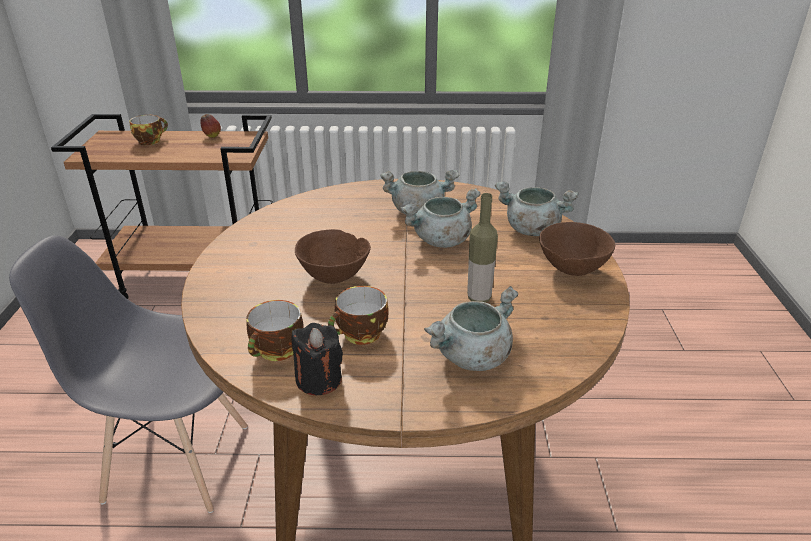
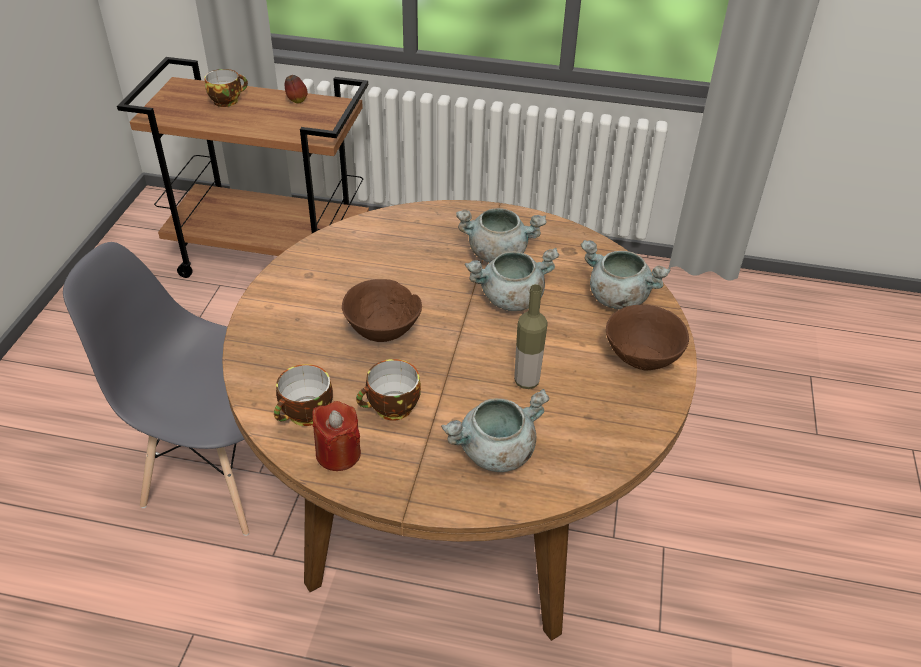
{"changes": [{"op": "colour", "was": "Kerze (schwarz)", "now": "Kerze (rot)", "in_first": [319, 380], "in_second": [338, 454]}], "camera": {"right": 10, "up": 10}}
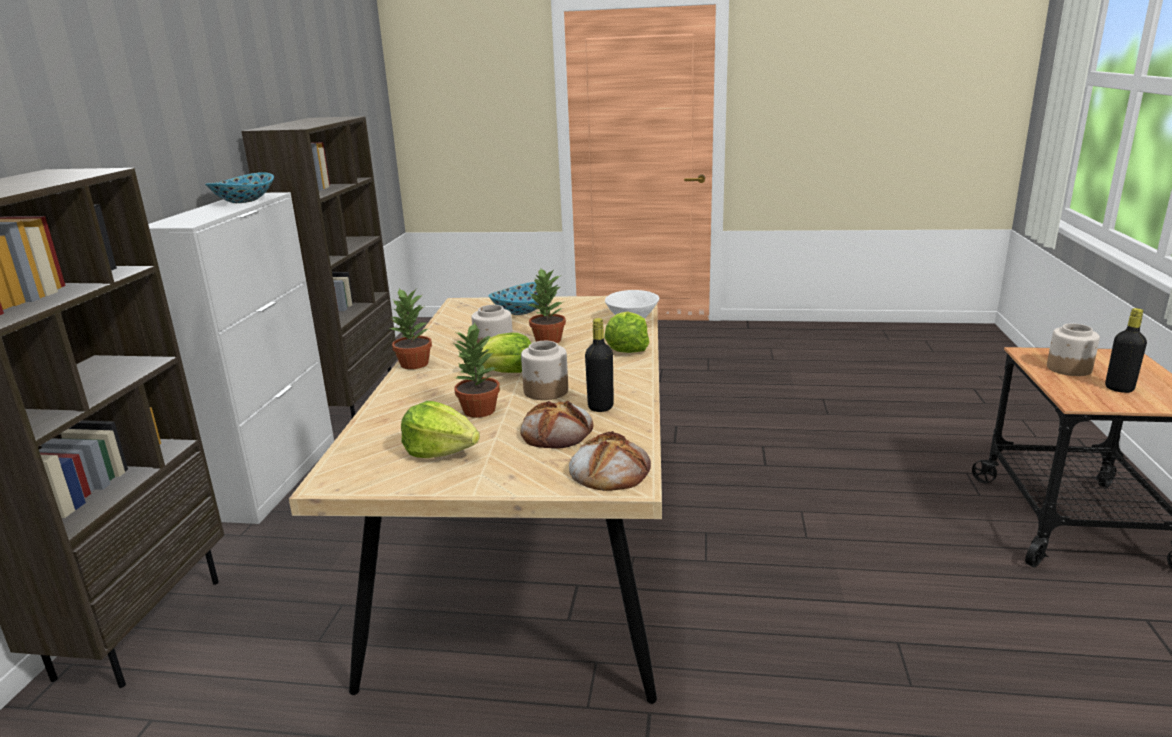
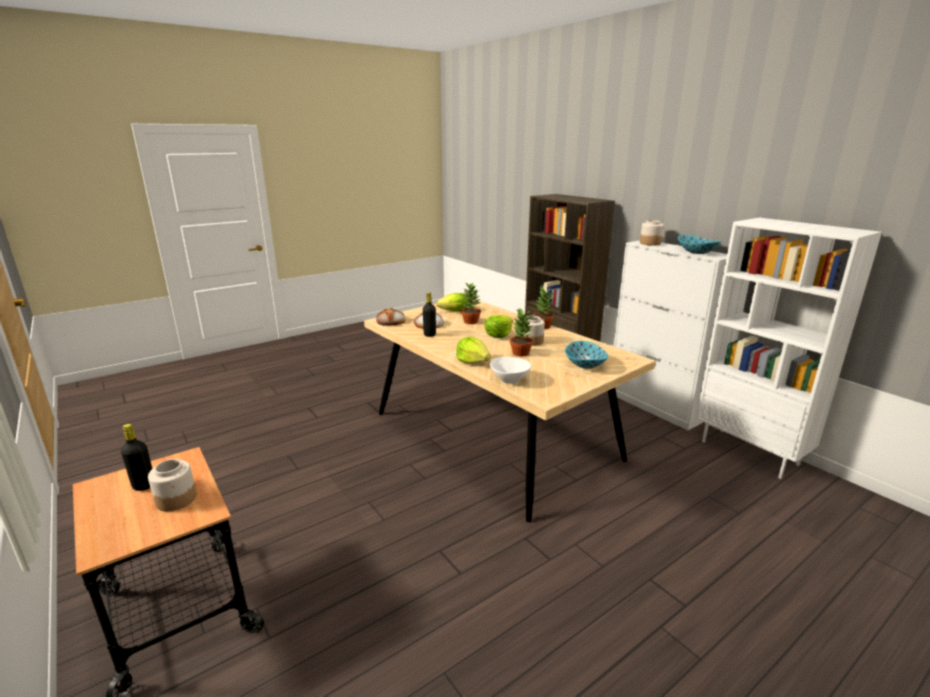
{"changes": [{"op": "relocated", "was": "Vorratsglas", "in_first": [546, 391], "in_second": [649, 243]}, {"op": "colour", "was": "Bücherregal (braun)", "now": "Bücherregal (weiß)", "in_first": [353, 407], "in_second": [750, 452]}], "camera": {"right": 135, "up": 0}}
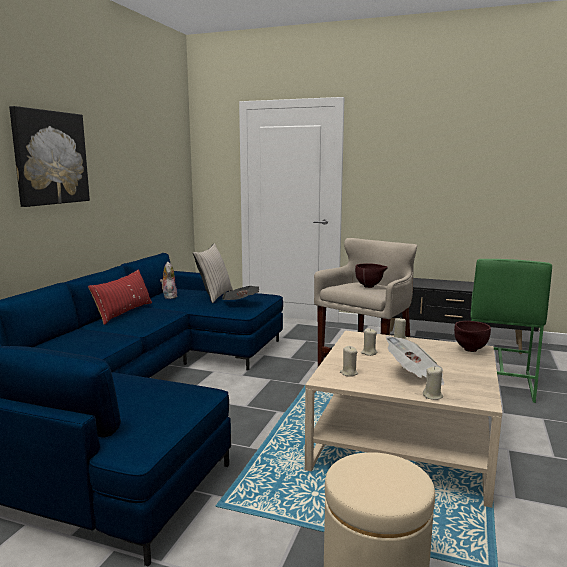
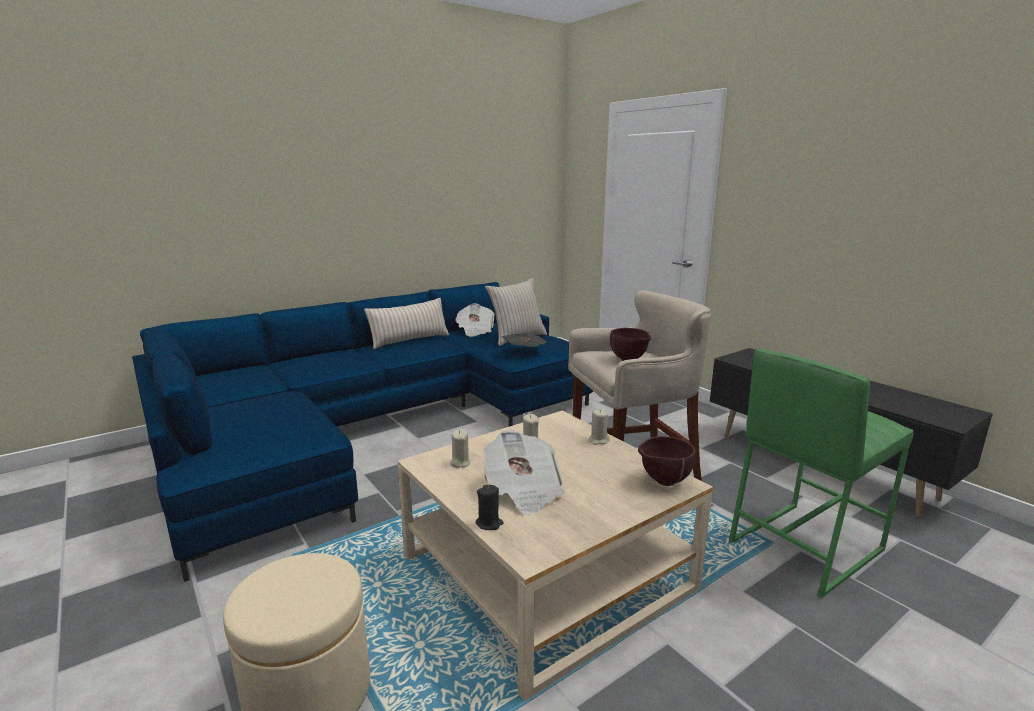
{"changes": [{"op": "missing", "was": "Bild", "in_first": [50, 158]}, {"op": "exchanged", "was": "Plüschtier", "now": "Zeitung", "in_first": [169, 296], "in_second": [475, 331]}, {"op": "colour", "was": "Kissen (rot)", "now": "Kissen (beige)", "in_first": [124, 312], "in_second": [409, 340]}, {"op": "colour", "was": "Kerze (beige)", "now": "Kerze (schwarz)", "in_first": [433, 396], "in_second": [489, 523]}], "camera": {"right": 35, "up": 5}}
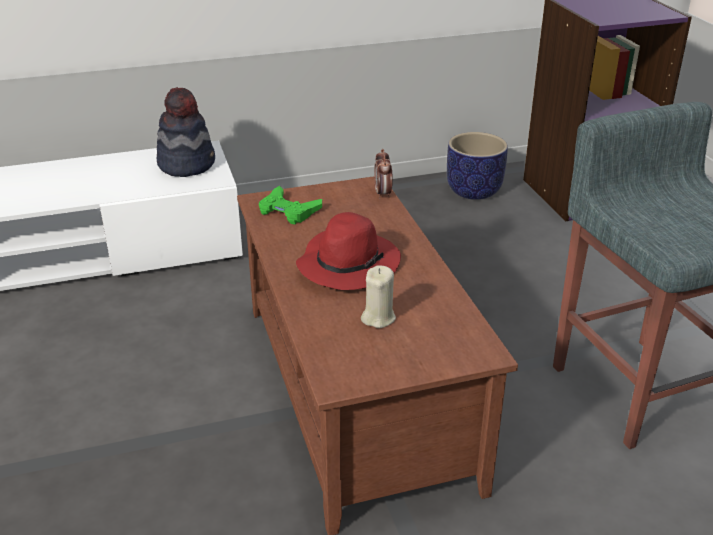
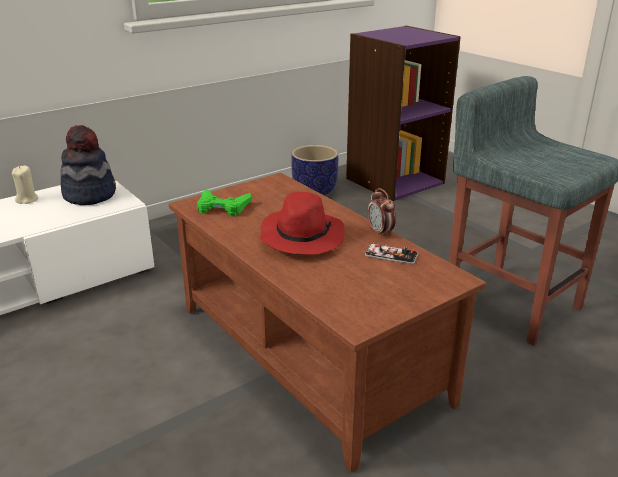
{"changes": [{"op": "appeared", "now": "Handy", "in_second": [391, 255]}, {"op": "relocated", "was": "Kerze (beige)", "in_first": [378, 318], "in_second": [27, 199]}, {"op": "relocated", "was": "Wecker", "in_first": [383, 194], "in_second": [380, 232]}], "camera": {"right": -20, "up": -5}}
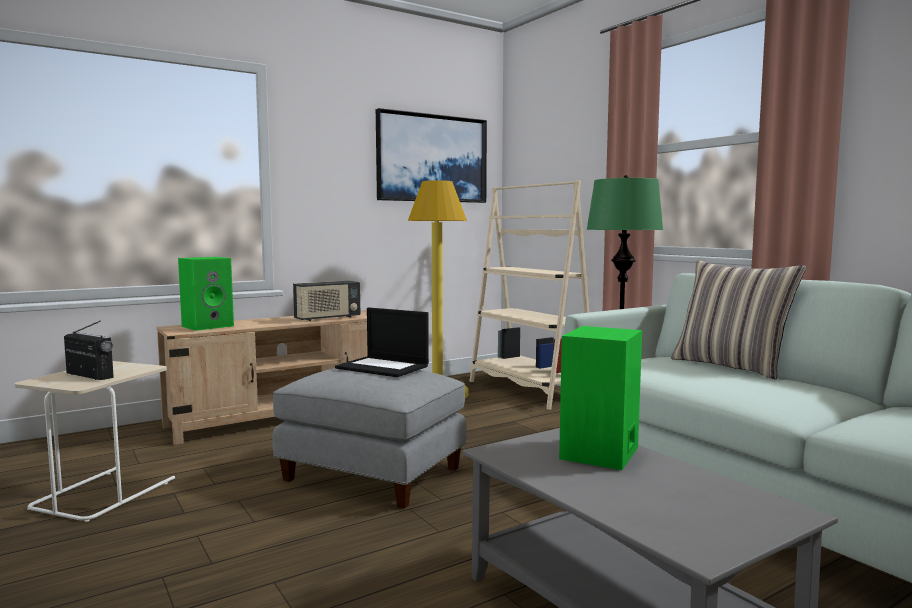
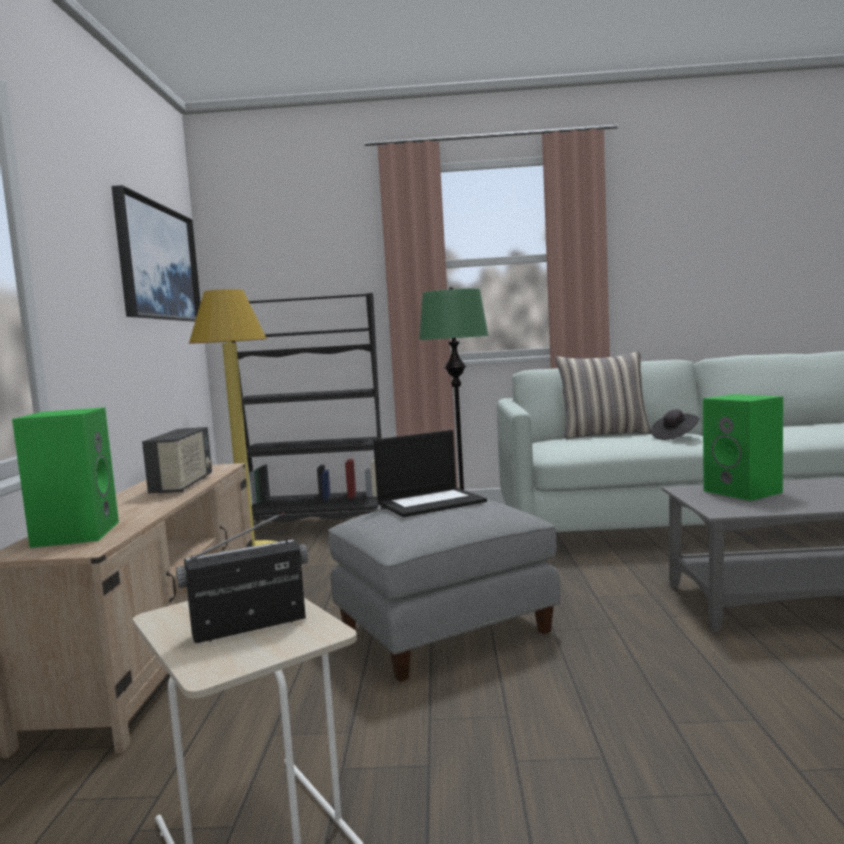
{"changes": [{"op": "appeared", "now": "Hut (schwarz)", "in_second": [674, 437]}, {"op": "colour", "was": "Bücherregal (beige)", "now": "Bücherregal (schwarz)", "in_first": [529, 390], "in_second": [318, 526]}], "camera": {"right": -55, "up": 0}}
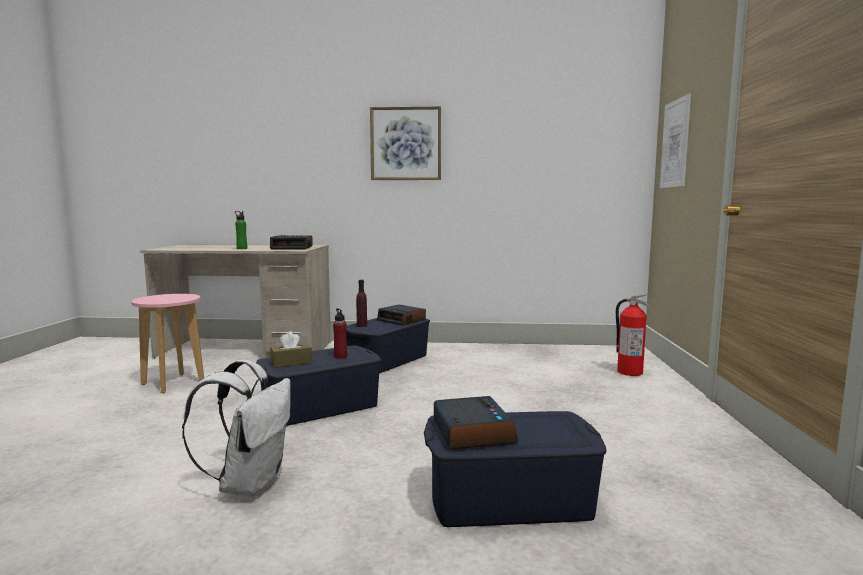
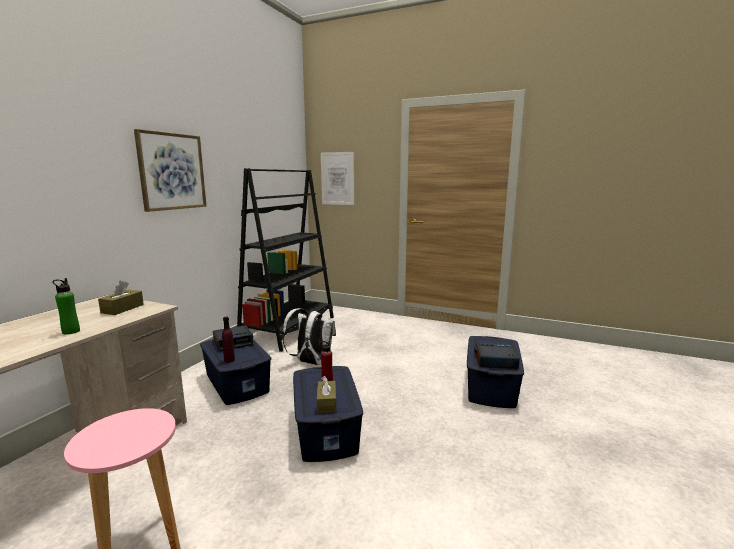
{"changes": [{"op": "missing", "was": "Feuerlöscher", "in_first": [629, 372]}, {"op": "appeared", "now": "Bücherregal (schwarz)", "in_second": [289, 329]}, {"op": "relocated", "was": "Rucksack (weiß)", "in_first": [250, 484], "in_second": [311, 362]}, {"op": "exchanged", "was": "Wecker", "now": "Taschentuchbox (braun)", "in_first": [292, 248], "in_second": [122, 309]}], "camera": {"right": -70, "up": 5}}
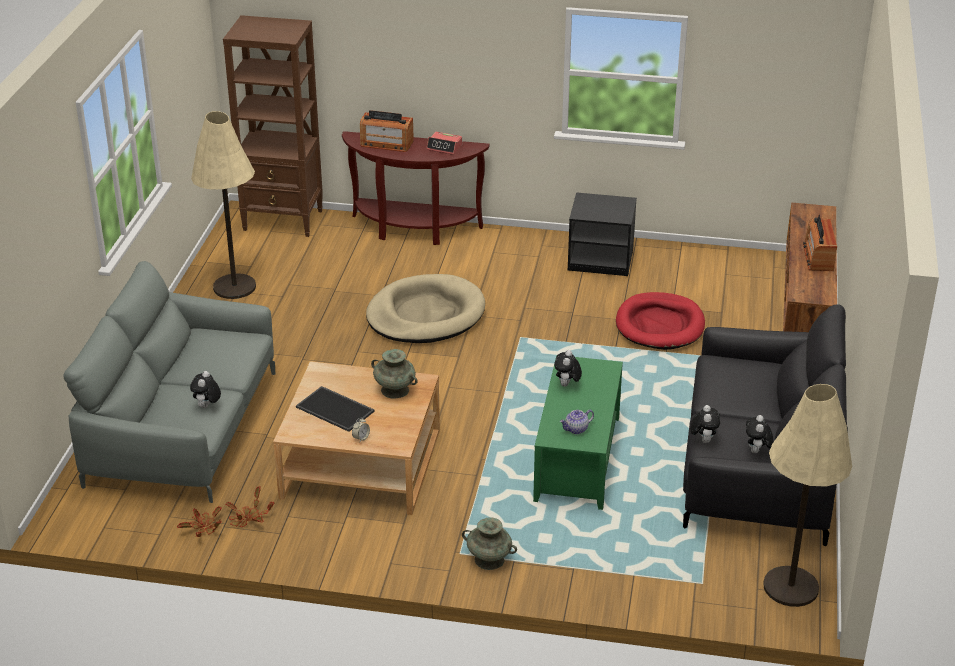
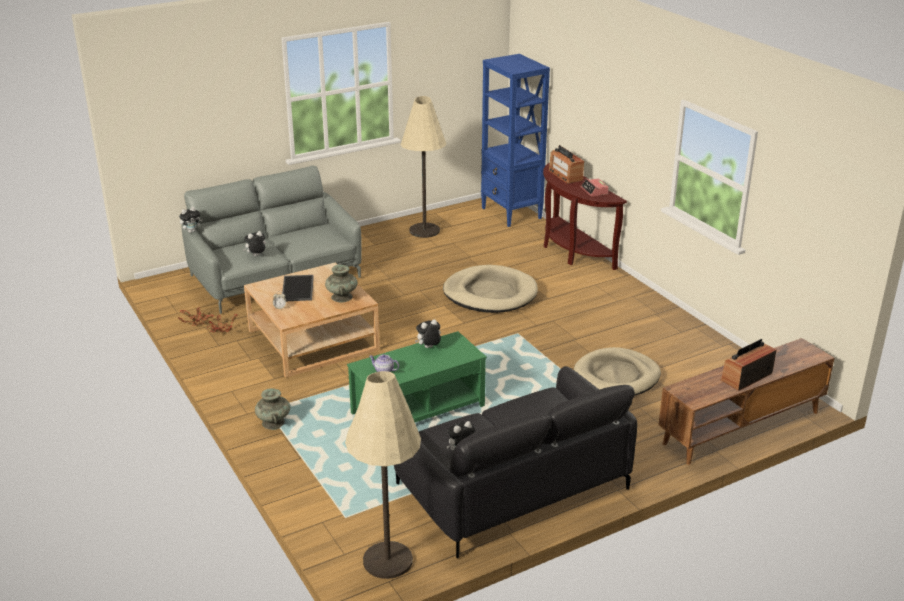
{"changes": [{"op": "missing", "was": "Nachttisch (schwarz)", "in_first": [601, 260]}, {"op": "relocated", "was": "Plüschtier", "in_first": [703, 440], "in_second": [191, 231]}, {"op": "colour", "was": "Bücherregal (braun)", "now": "Bücherregal (blau)", "in_first": [284, 220], "in_second": [511, 213]}, {"op": "colour", "was": "Hundebett (rot)", "now": "Hundebett (beige)", "in_first": [660, 325], "in_second": [617, 376]}], "camera": {"right": 50, "up": -5}}
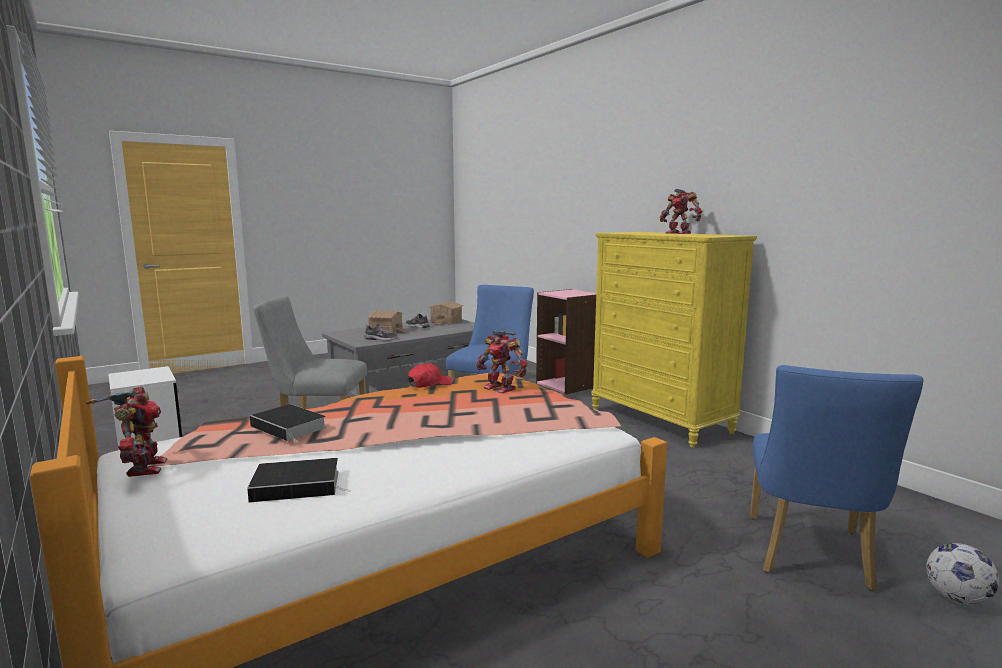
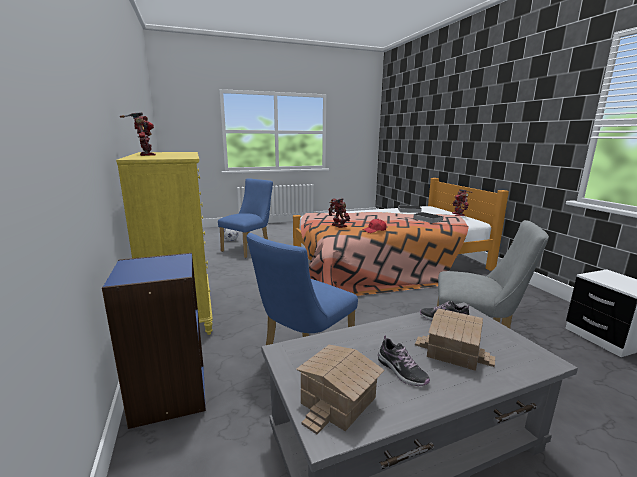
{"changes": [{"op": "colour", "was": "Bücherregal (rosa)", "now": "Bücherregal (blau)", "in_first": [568, 384], "in_second": [169, 394]}], "camera": {"right": -165, "up": 5}}
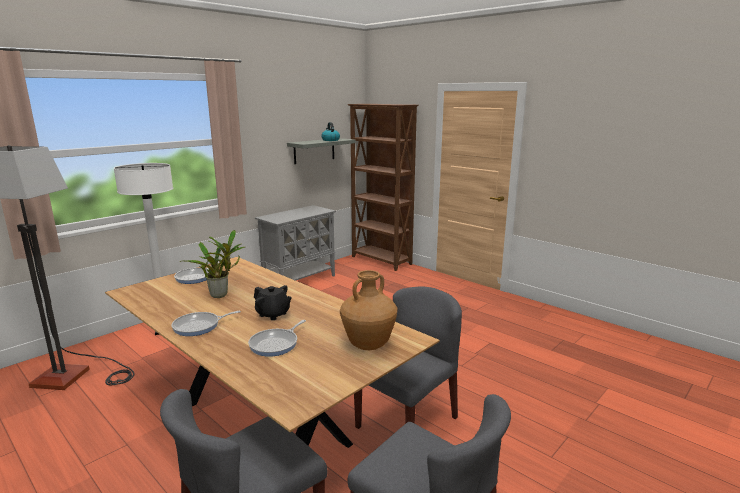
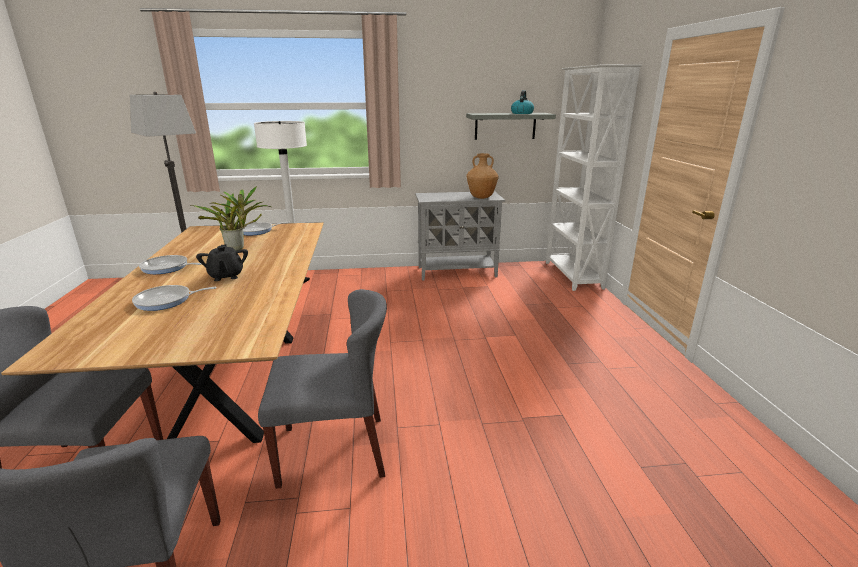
{"changes": [{"op": "relocated", "was": "Vase (braun)", "in_first": [369, 345], "in_second": [481, 197]}, {"op": "colour", "was": "Bücherregal (braun)", "now": "Bücherregal (weiß)", "in_first": [381, 261], "in_second": [572, 275]}], "camera": {"right": 40, "up": 5}}
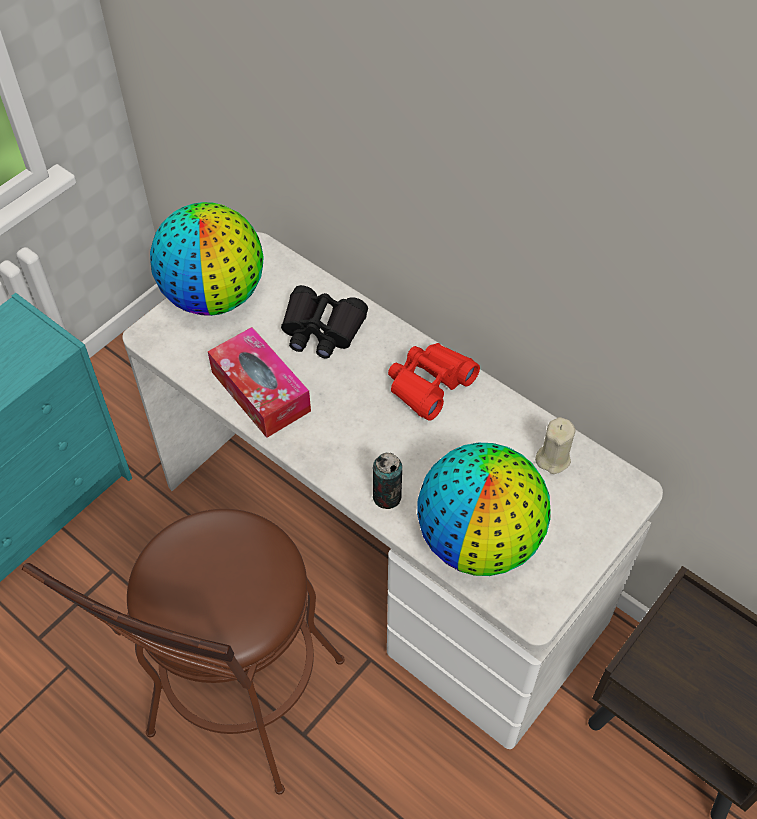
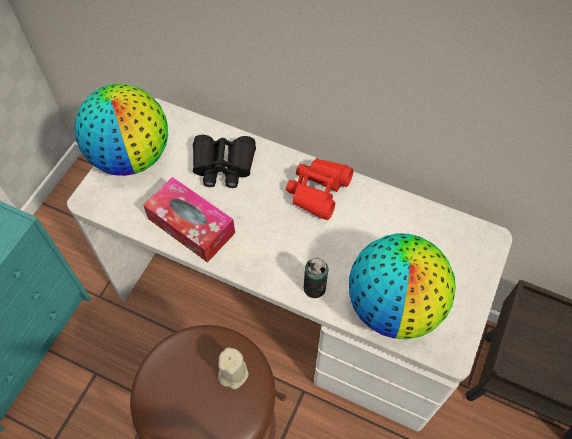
{"changes": [{"op": "relocated", "was": "Kerze (beige)", "in_first": [553, 458], "in_second": [233, 373]}], "camera": {"right": -15, "up": 5}}
